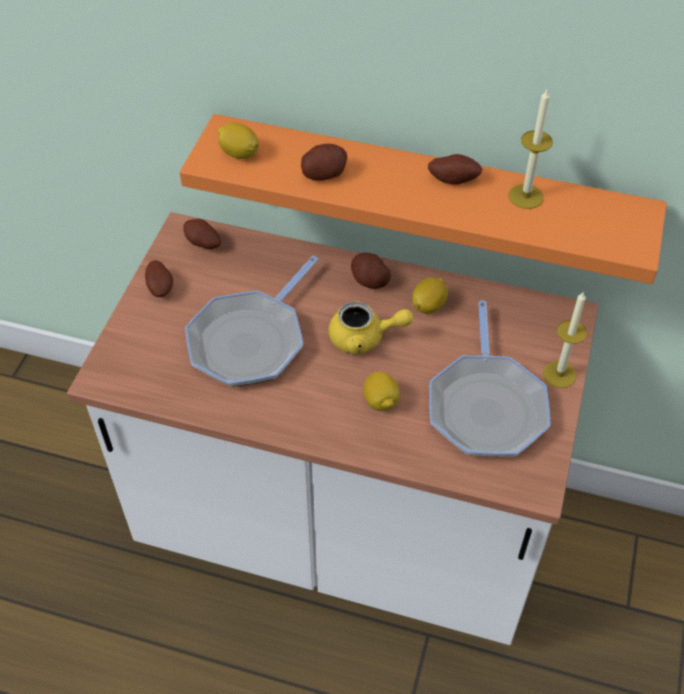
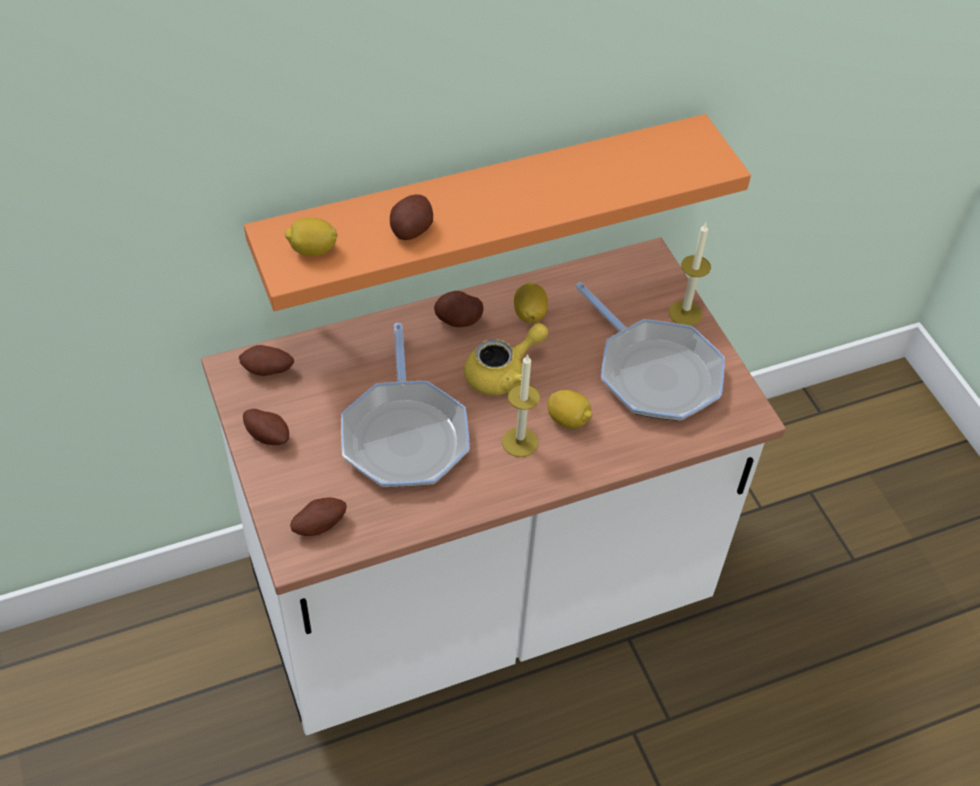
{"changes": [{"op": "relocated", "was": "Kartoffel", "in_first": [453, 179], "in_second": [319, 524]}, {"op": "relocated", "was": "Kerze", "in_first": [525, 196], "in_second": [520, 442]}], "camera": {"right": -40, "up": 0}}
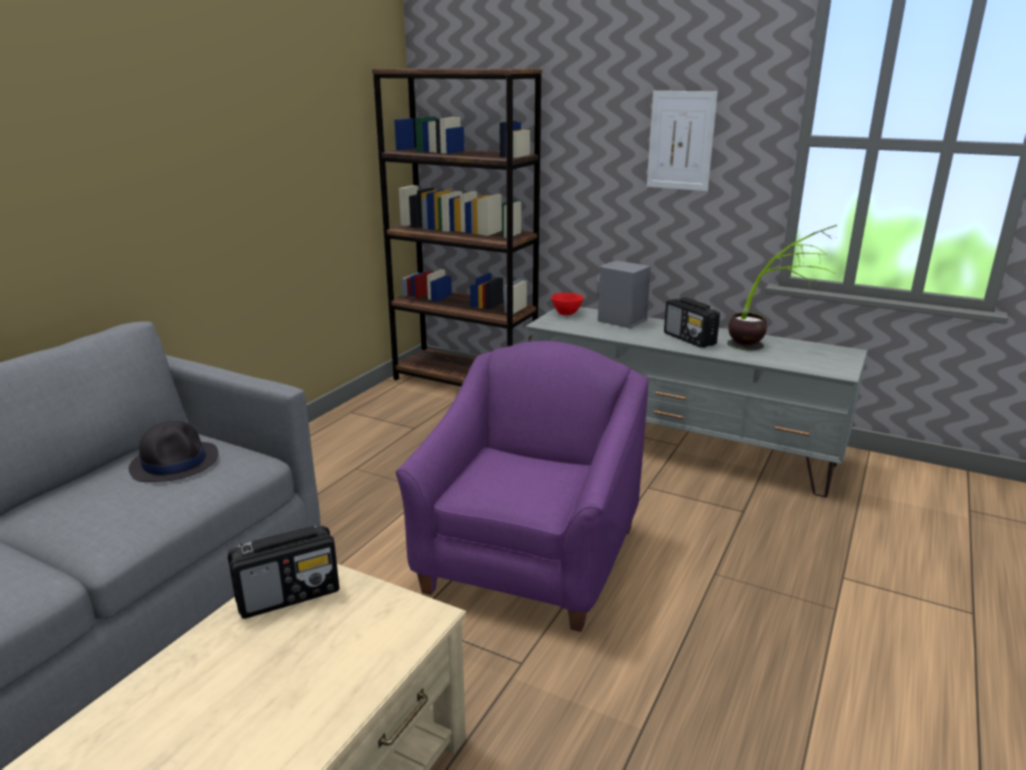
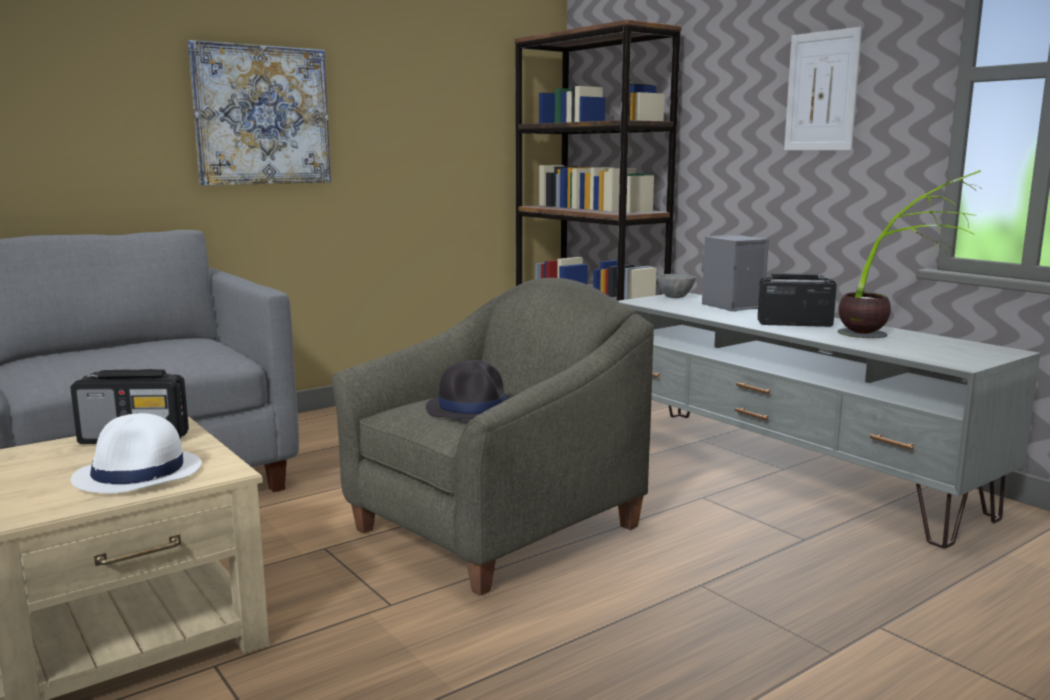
{"changes": [{"op": "appeared", "now": "Hut (weiß)", "in_second": [139, 474]}, {"op": "appeared", "now": "Bild", "in_second": [262, 115]}, {"op": "relocated", "was": "Hut (schwarz)", "in_first": [175, 462], "in_second": [473, 407]}, {"op": "colour", "was": "Sessel (lila)", "now": "Sessel (grau)", "in_first": [530, 559], "in_second": [495, 528]}, {"op": "colour", "was": "Schüssel (rot)", "now": "Schüssel (grau)", "in_first": [567, 313], "in_second": [676, 297]}, {"op": "spun", "was": "Radio", "in_first": [689, 339], "in_second": [793, 324], "clockwise": 105}], "camera": {"right": 25, "up": -10}}
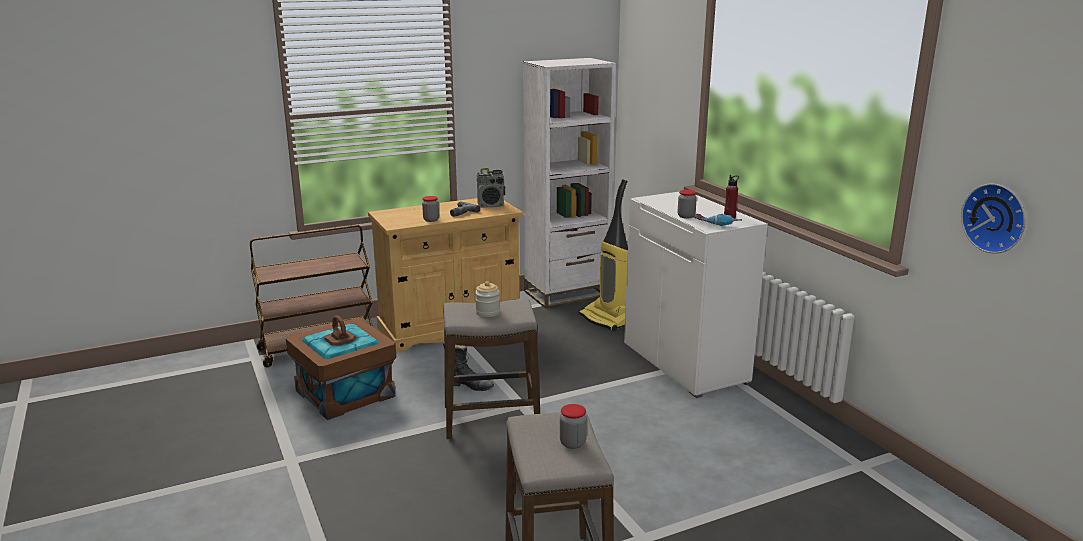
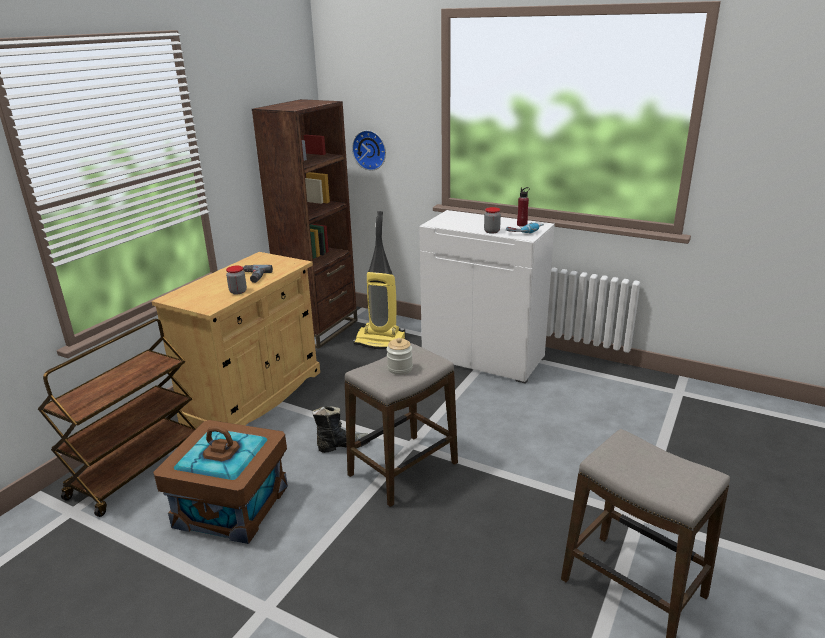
{"changes": [{"op": "missing", "was": "Radio", "in_first": [491, 205]}, {"op": "missing", "was": "Vorratsglas", "in_first": [572, 443]}, {"op": "relocated", "was": "Wanduhr", "in_first": [996, 217], "in_second": [370, 150]}, {"op": "colour", "was": "Bücherregal (weiß)", "now": "Bücherregal (braun)", "in_first": [566, 294], "in_second": [320, 329]}], "camera": {"right": -35, "up": 5}}
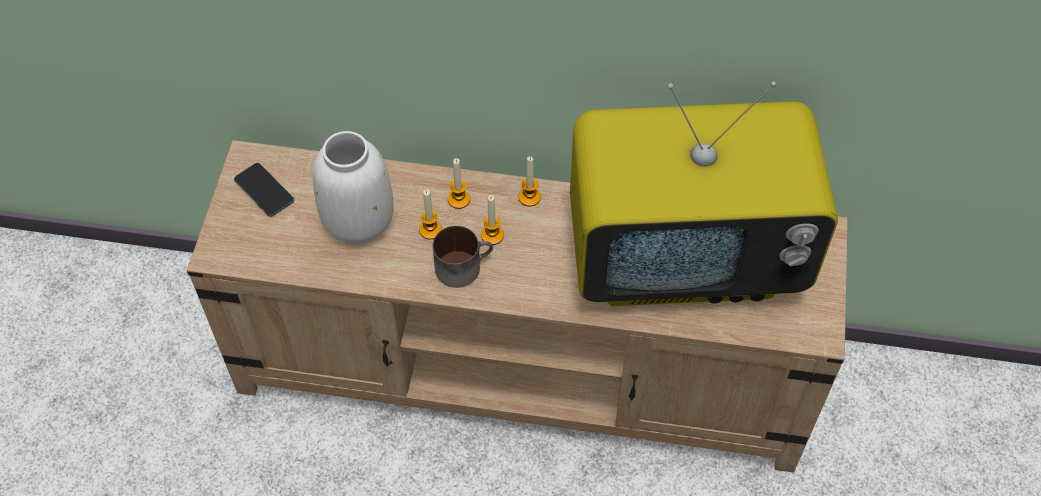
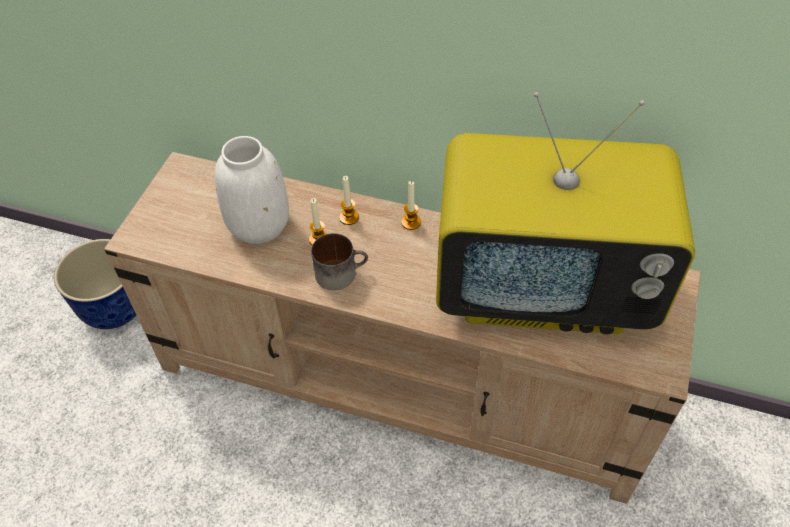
{"changes": [{"op": "missing", "was": "Handy", "in_first": [264, 190]}, {"op": "missing", "was": "Kerze", "in_first": [492, 235]}, {"op": "appeared", "now": "Pflanzkübel", "in_second": [115, 308]}], "camera": {"right": 10, "up": -5}}
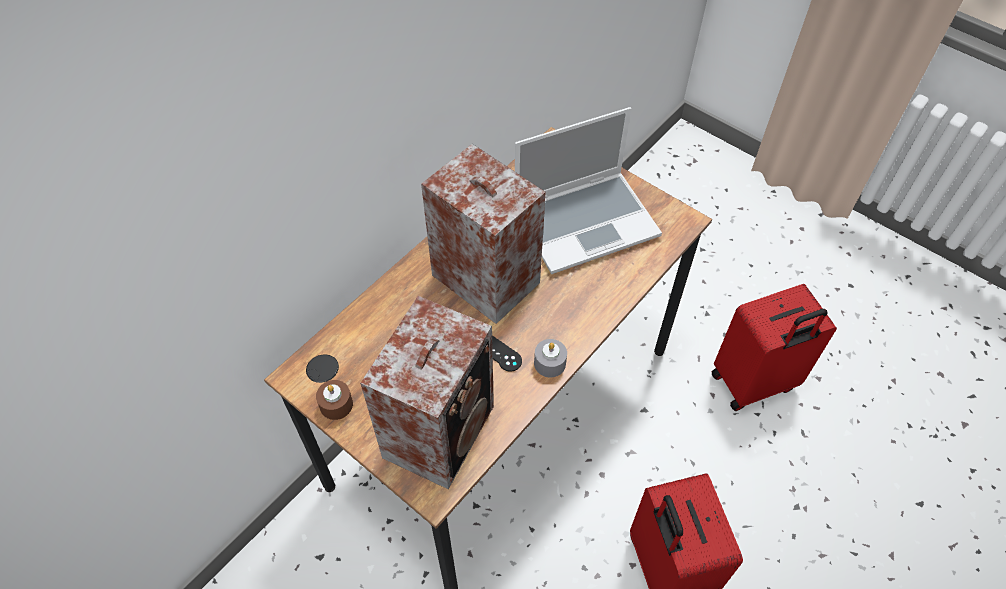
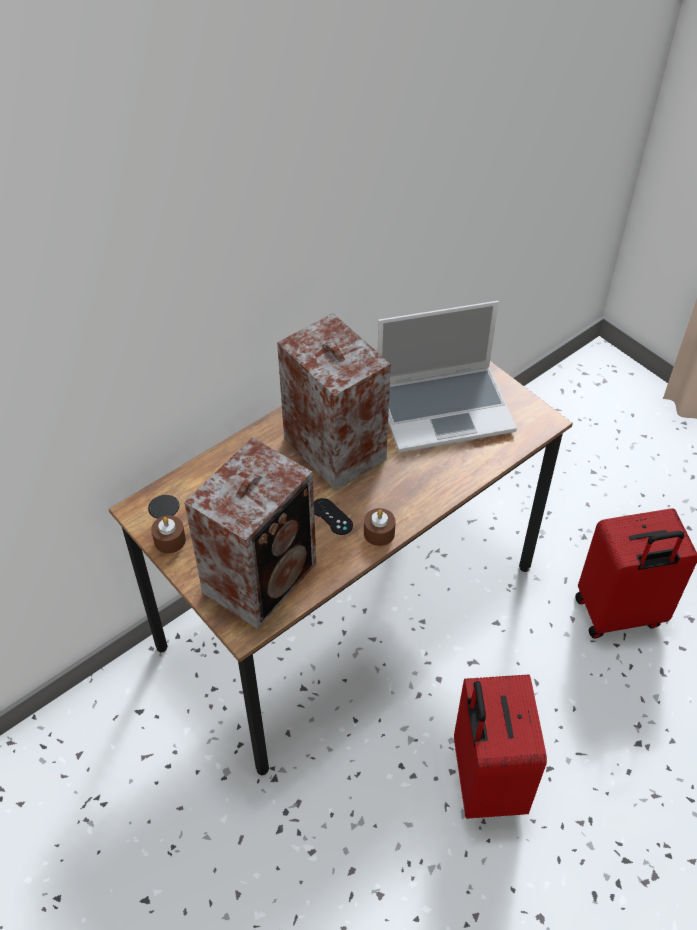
{"changes": [{"op": "colour", "was": "Kerze (grau)", "now": "Kerze (braun)", "in_first": [549, 363], "in_second": [379, 533]}], "camera": {"right": 10, "up": -5}}
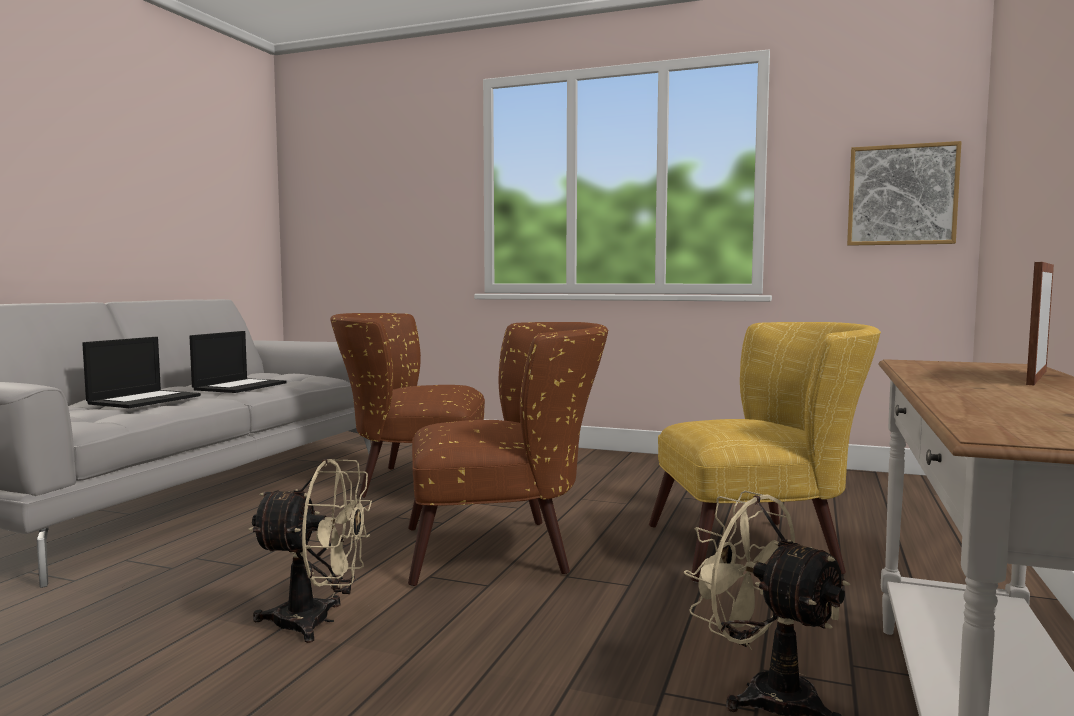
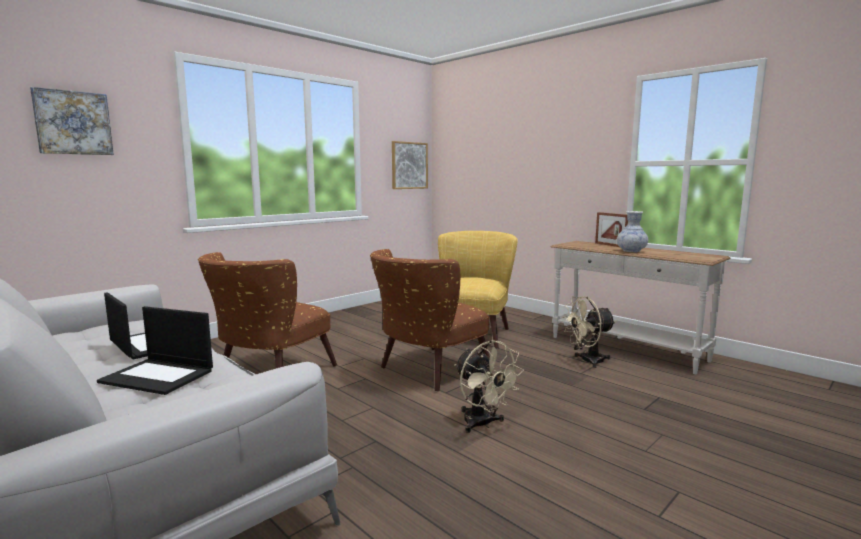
{"changes": [{"op": "appeared", "now": "Bild", "in_second": [73, 123]}, {"op": "appeared", "now": "Vase", "in_second": [631, 251]}, {"op": "spun", "was": "Laptop", "in_first": [145, 399], "in_second": [159, 376], "clockwise": 150}, {"op": "spun", "was": "Ventilator (beige)", "in_first": [317, 622], "in_second": [482, 424], "clockwise": 120}, {"op": "spun", "was": "Sessel (braun)", "in_first": [505, 550], "in_second": [426, 371], "clockwise": -150}], "camera": {"right": -65, "up": 5}}
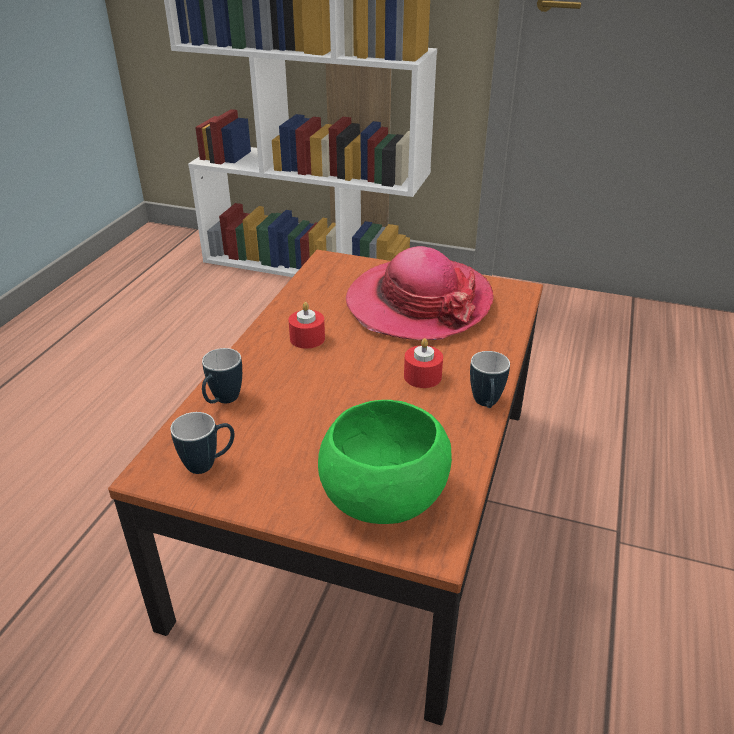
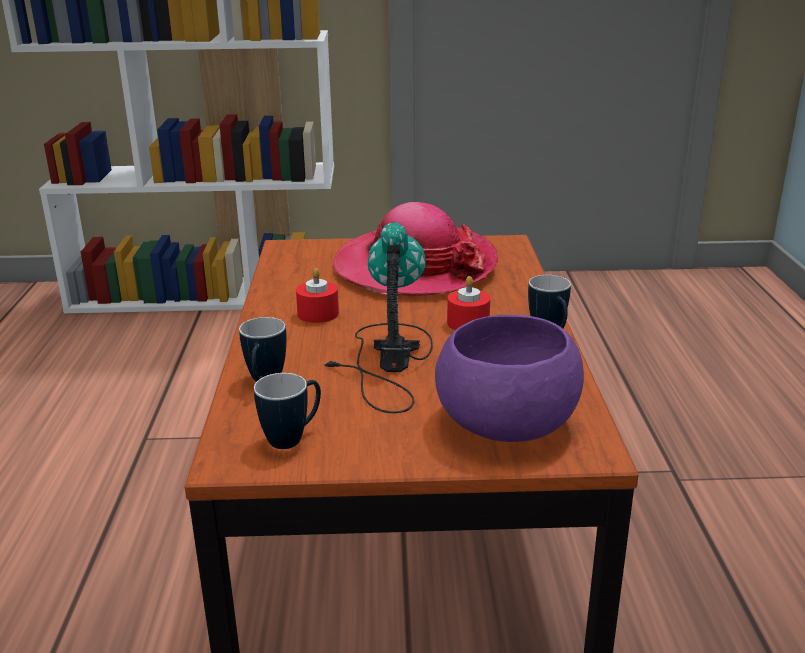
{"changes": [{"op": "appeared", "now": "Tischlampe", "in_second": [386, 361]}, {"op": "colour", "was": "Schüssel (grün)", "now": "Schüssel (lila)", "in_first": [383, 493], "in_second": [505, 421]}], "camera": {"right": -20, "up": -10}}
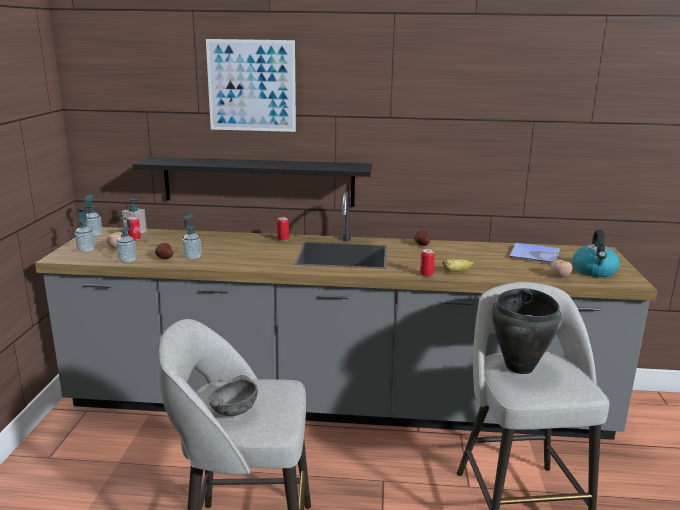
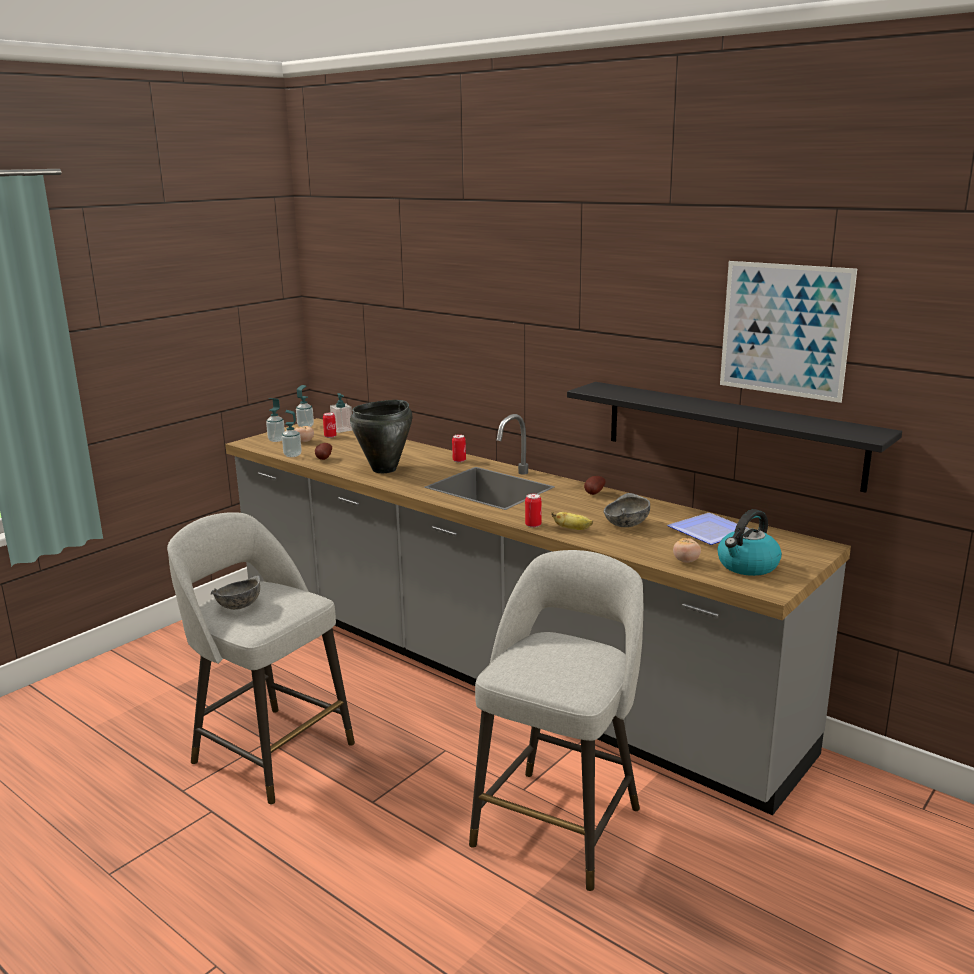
{"changes": [{"op": "missing", "was": "Seifenspender", "in_first": [192, 257]}, {"op": "appeared", "now": "Schüssel (grau)", "in_second": [625, 525]}, {"op": "relocated", "was": "Wandregal (schwarz)", "in_first": [258, 181], "in_second": [730, 434]}, {"op": "relocated", "was": "Bild", "in_first": [251, 86], "in_second": [784, 330]}, {"op": "relocated", "was": "Kochtopf (schwarz)", "in_first": [520, 367], "in_second": [385, 469]}], "camera": {"right": 35, "up": 0}}
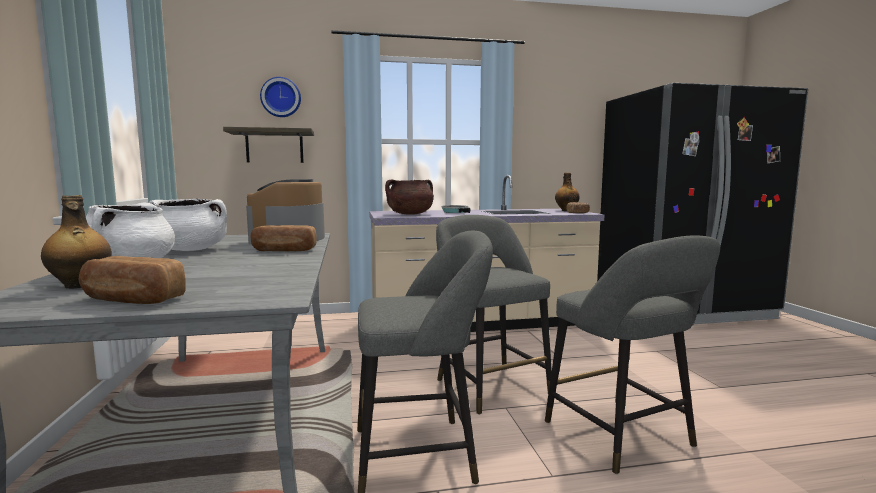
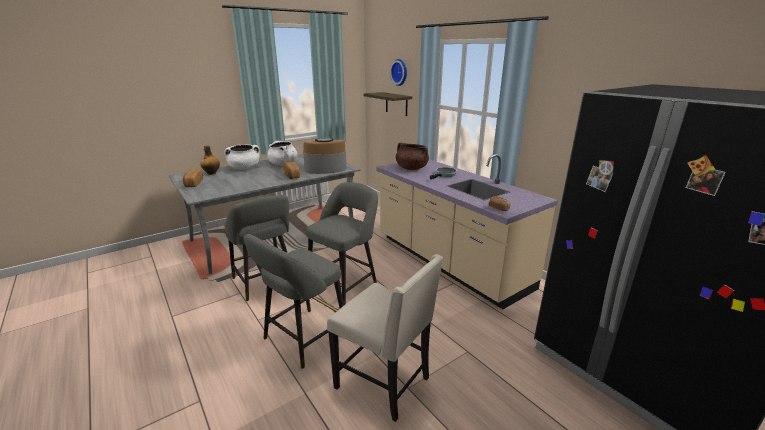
{"changes": [{"op": "missing", "was": "Flasche", "in_first": [566, 210]}, {"op": "appeared", "now": "Stuhl (beige)", "in_second": [385, 383]}], "camera": {"right": 65, "up": 15}}
